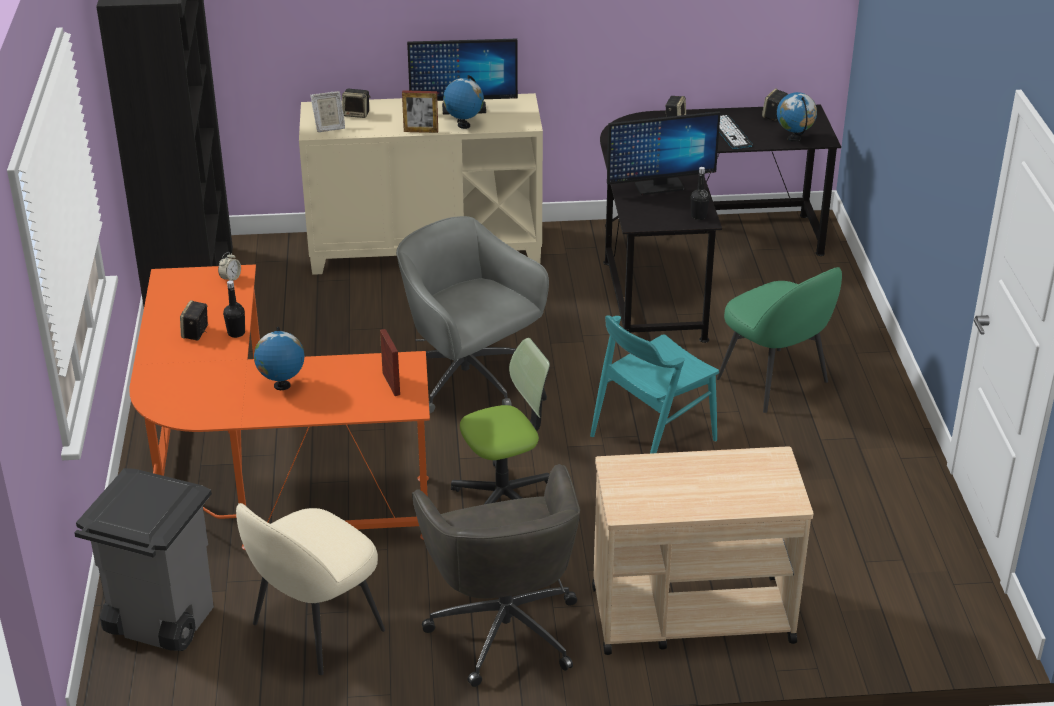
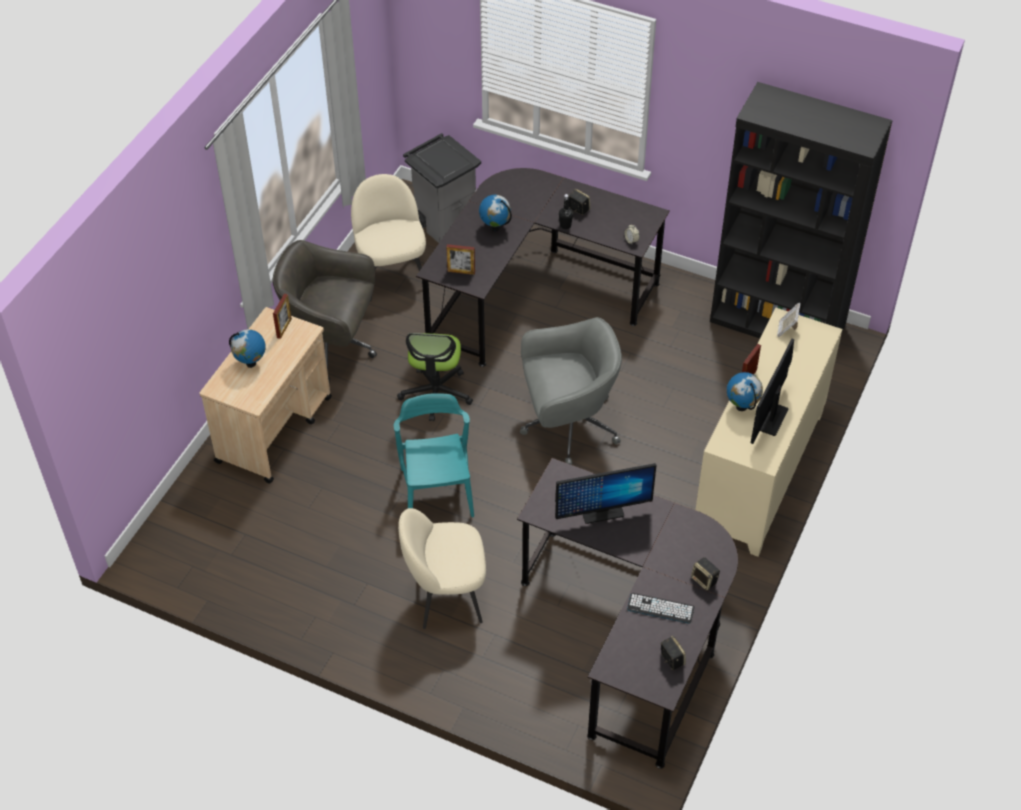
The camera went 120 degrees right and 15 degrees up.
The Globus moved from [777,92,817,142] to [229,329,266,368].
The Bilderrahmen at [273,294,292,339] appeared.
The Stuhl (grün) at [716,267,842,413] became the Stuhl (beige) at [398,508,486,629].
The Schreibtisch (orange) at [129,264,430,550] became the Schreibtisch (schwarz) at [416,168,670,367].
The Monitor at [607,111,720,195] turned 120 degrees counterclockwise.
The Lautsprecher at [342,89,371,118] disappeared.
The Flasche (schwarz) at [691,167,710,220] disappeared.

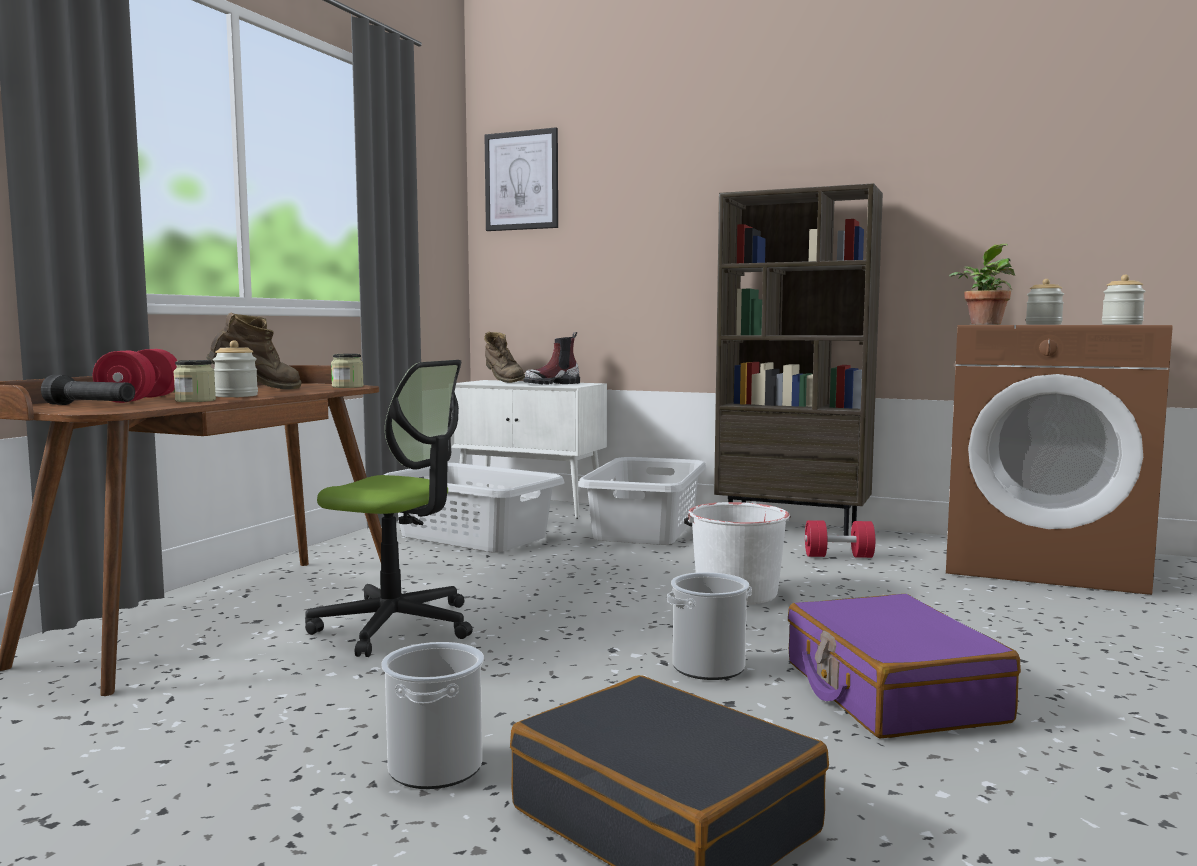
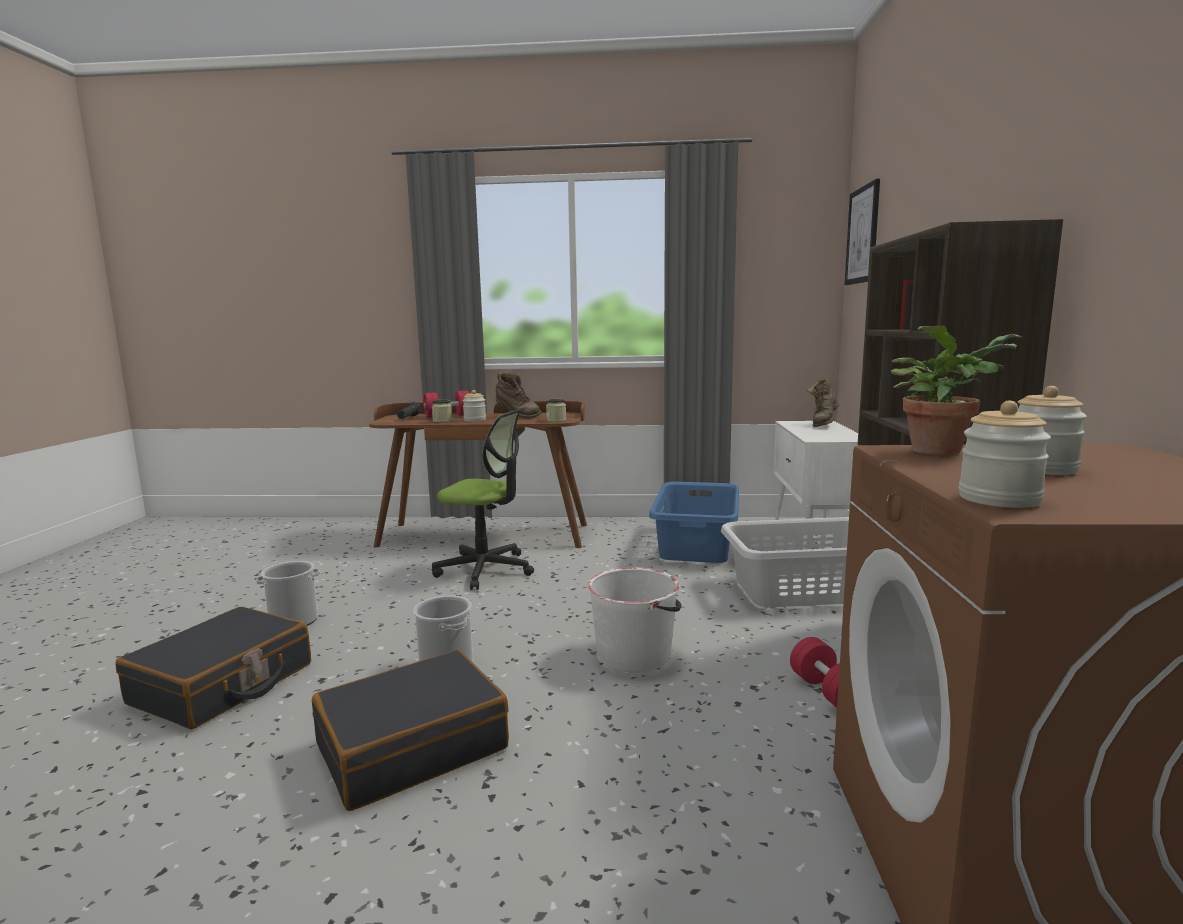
The camera went 70 degrees right and 5 degrees up.
The Koffer (lila) at [788,594,1021,738] became the Koffer (schwarz) at [311,650,509,811].
The Bürostuhl at [305,360,473,657] turned 75 degrees counterclockwise.
The Wäschekorb (grau) at [384,463,565,553] became the Wäschekorb (blau) at [649,482,739,563].
The Stiefel at [523,332,580,385] disappeared.

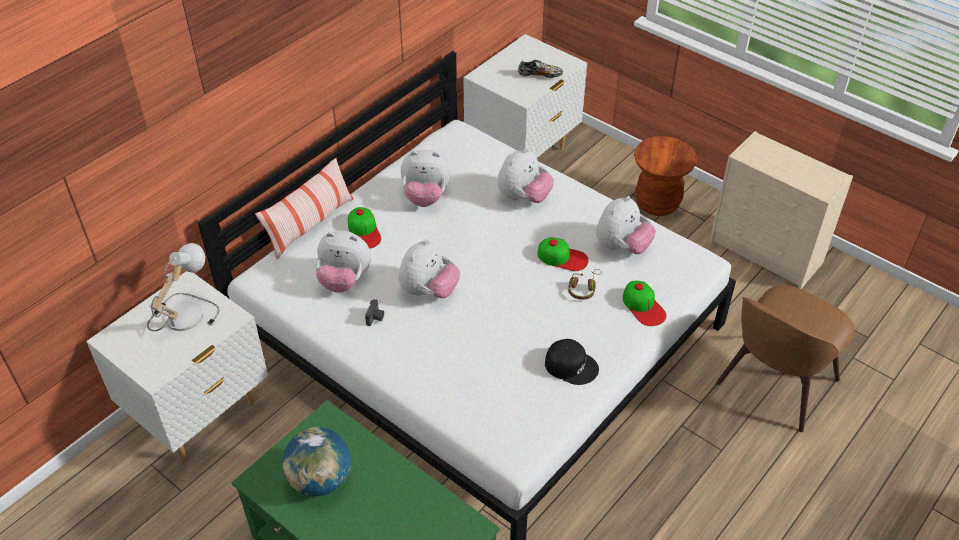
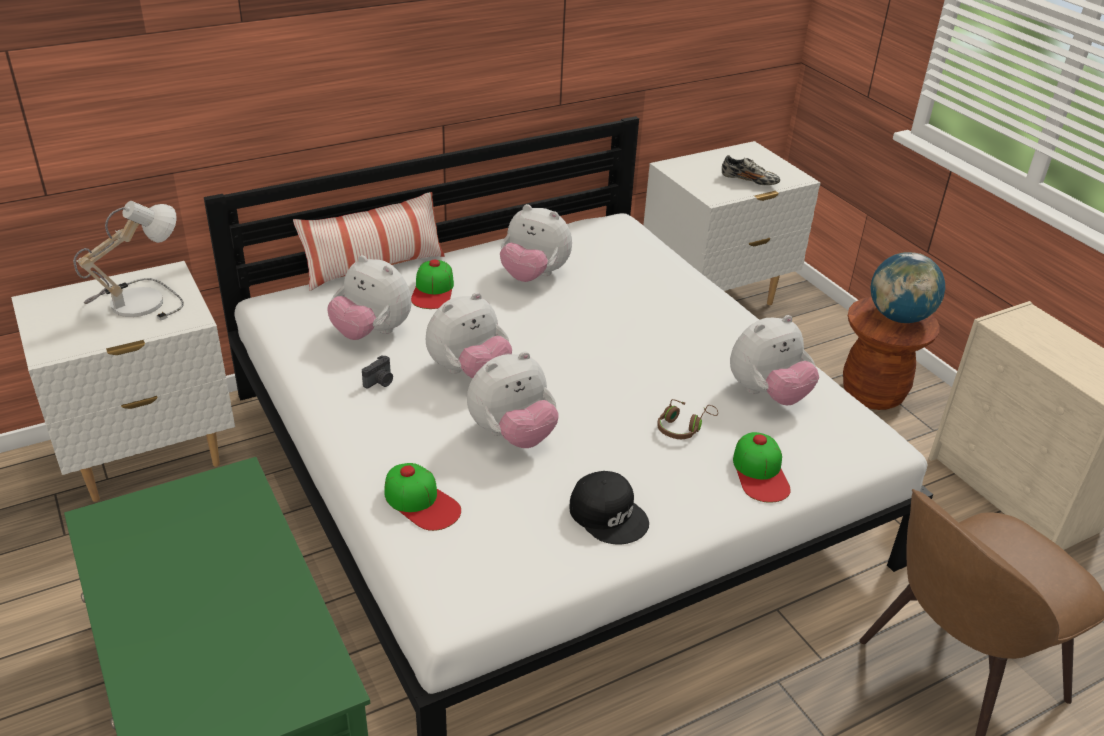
The camera went 20 degrees right and 10 degrees down.
The Kappe moved from [537,237,589,271] to [385,463,461,531].
The Plüschtier moved from [497,148,554,203] to [467,352,559,448].
The Globus moved from [282,427,351,496] to [870,252,945,323].

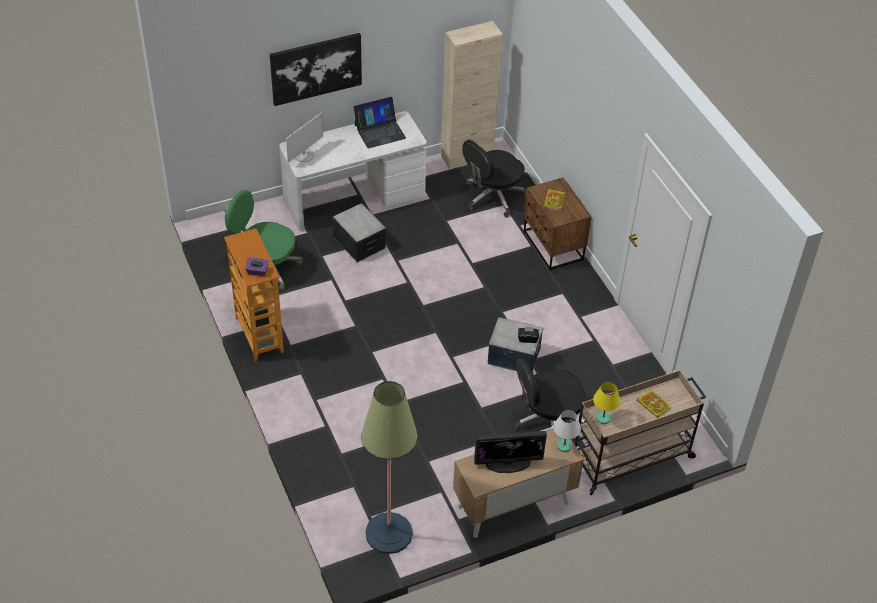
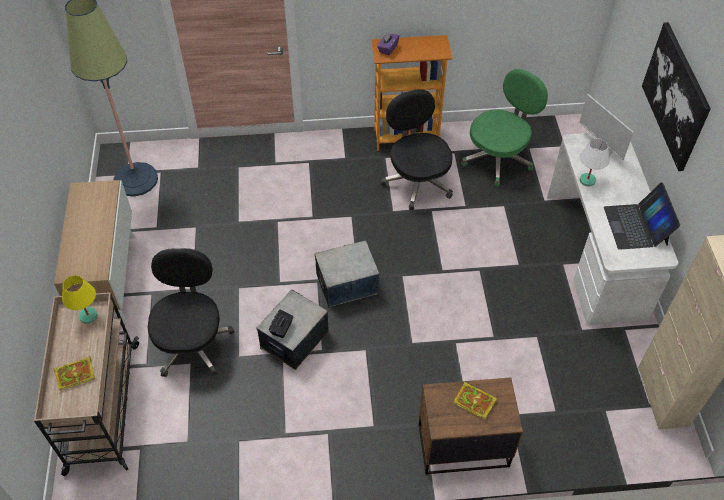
The camera went 110 degrees right and 5 degrees up.
The Aufbewahrungsbox moved from [333,203,386,262] to [314,241,380,307].
The Bürostuhl (schwarz) moved from [462,140,527,218] to [381,89,453,210].
The Tischlampe (weiß) moved from [553,410,581,452] to [580,138,610,186].
The Monitor at [474,431,547,473] disappeared.

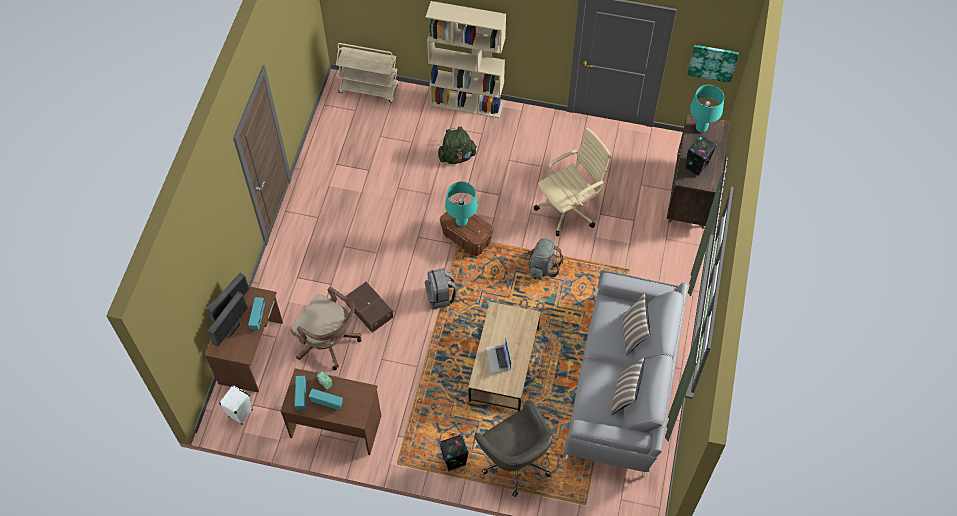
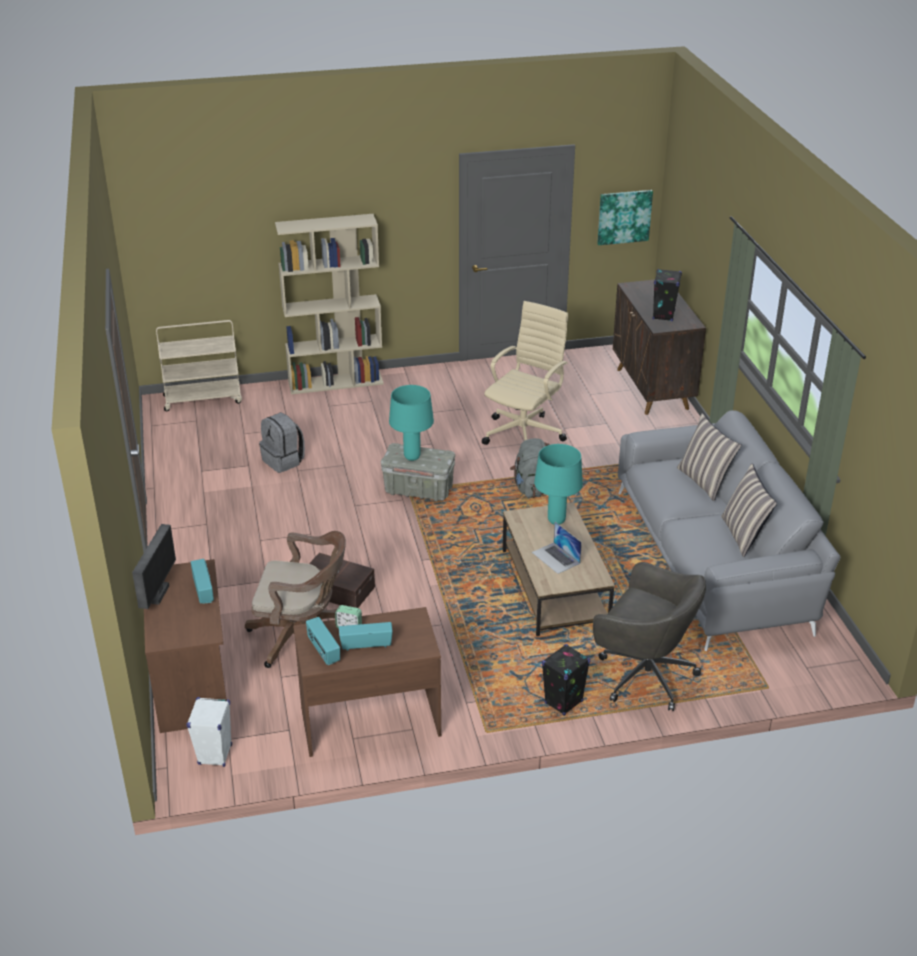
The camera went 25 degrees left and 25 degrees down.
The Rucksack (grau) moved from [425,268,456,309] to [259,412,305,473].
The Aufbewahrungsbox (braun) at [440,202,493,256] became the Aufbewahrungsbox (grau) at [381,443,455,501].
The Tischlampe (türkis) moved from [690,85,724,133] to [534,444,583,525].
The Monitor at [208,292,248,347] disappeared.
The Rucksack (grün) at [438,126,477,164] disappeared.

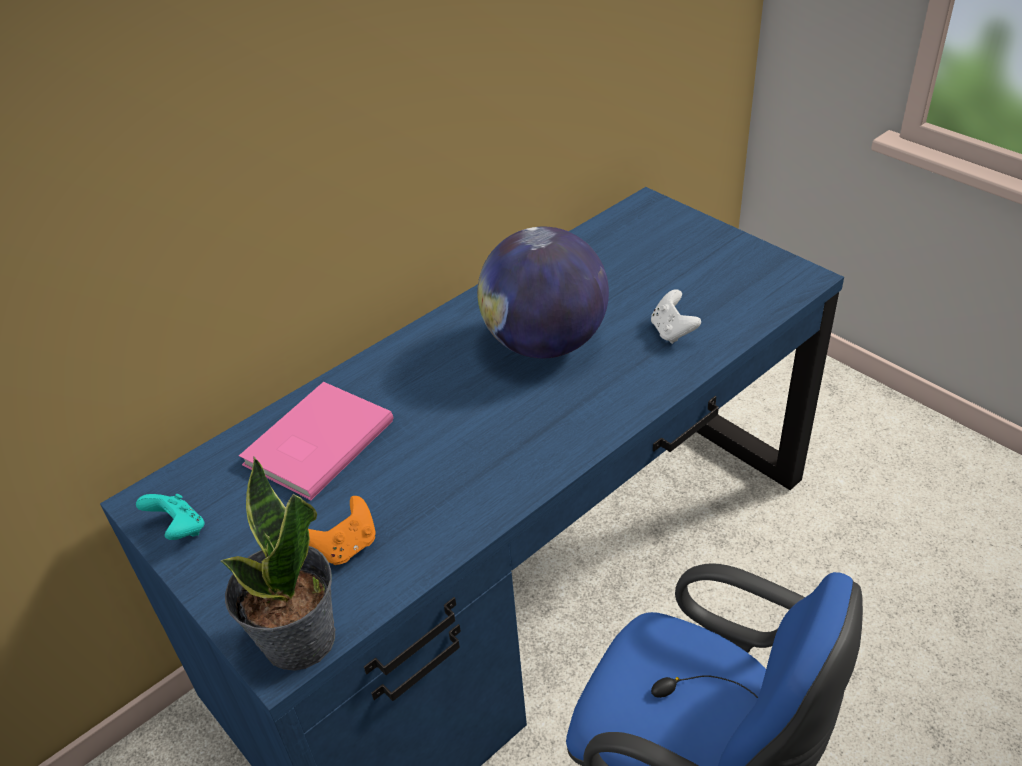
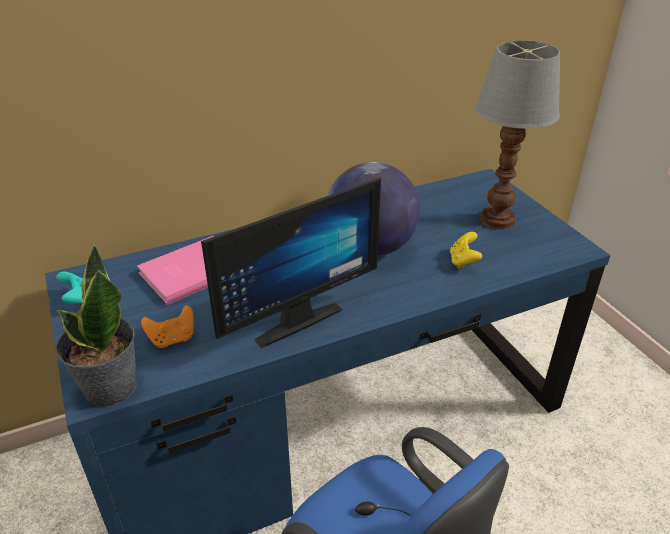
The camera went 15 degrees right and 5 degrees down.
The Monitor at [201,177,381,348] appeared.
The Gamepad (weiß) at [651,289,701,344] became the Gamepad (gelb) at [450,232,482,269].
The Tischlampe at [475,40,560,229] appeared.

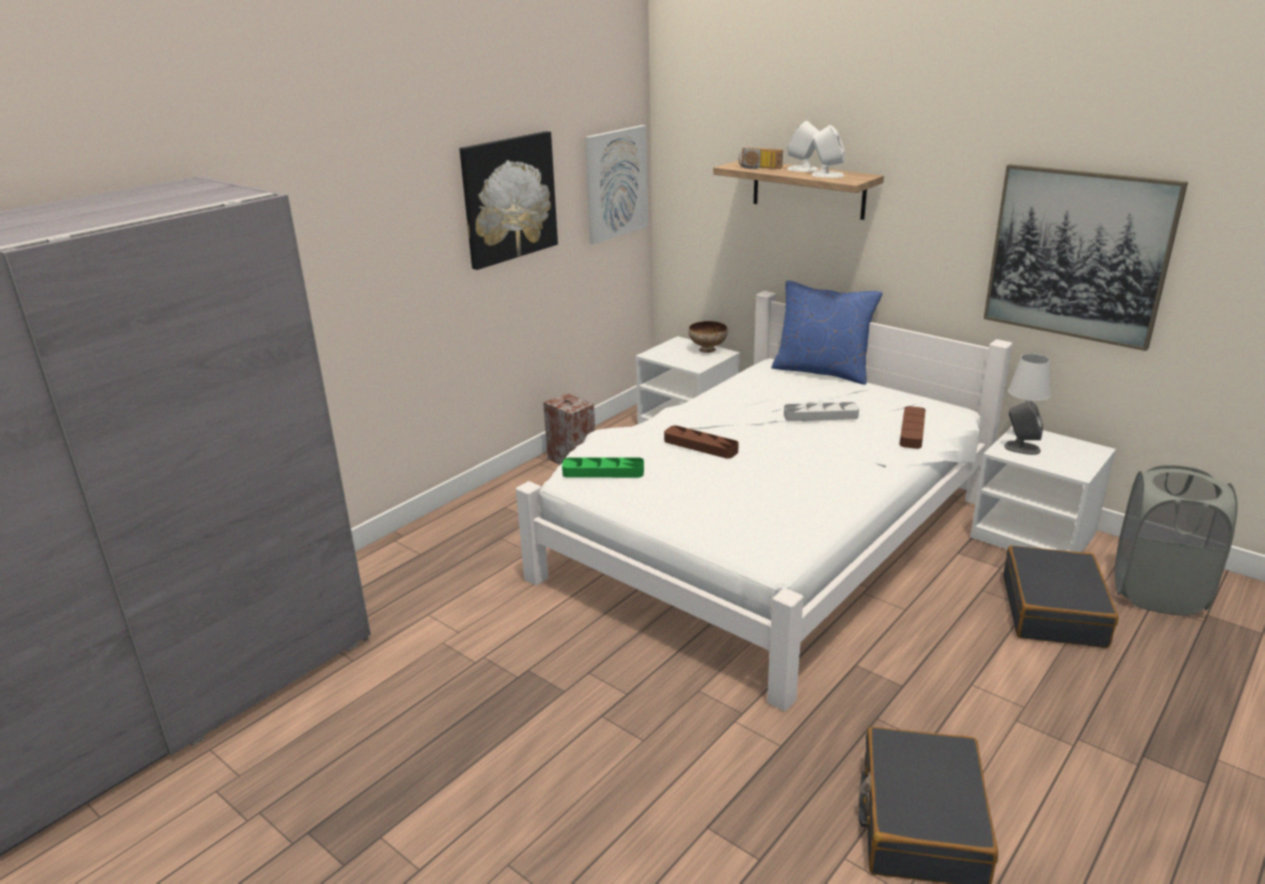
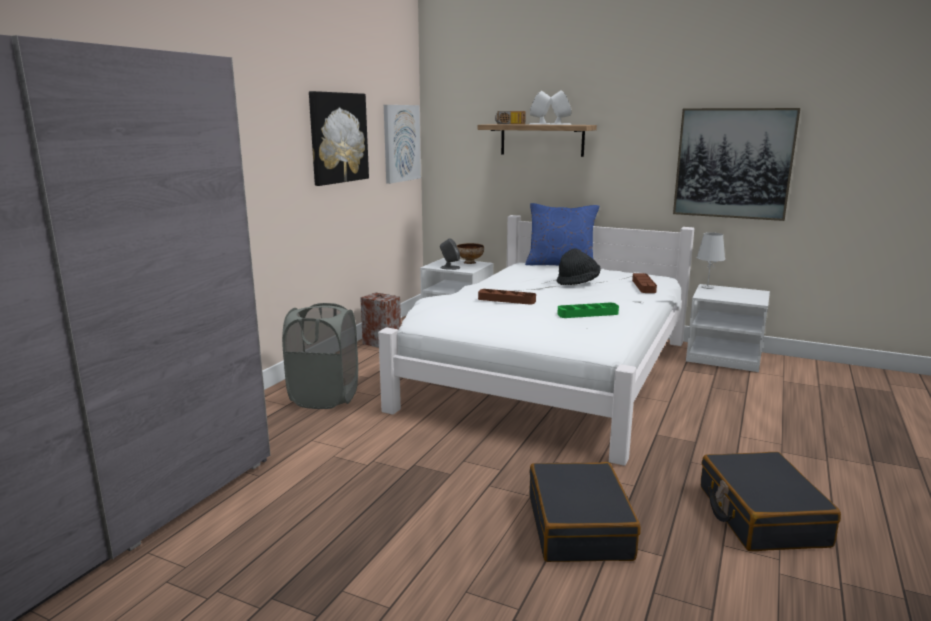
The camera went 15 degrees left and 10 degrees down.
The Wäschekorb (grau) moved from [1115,465,1238,616] to [282,303,358,409].
The Lautsprecher (grau) moved from [1004,401,1043,455] to [440,238,460,270].
The Koffer (schwarz) moved from [1003,546,1118,648] to [529,462,641,562].
The Tablett (grau) at [784,402,859,421] was replaced by the Hut (schwarz) at [557,248,600,285].
The Tablett (grün) moved from [562,457,644,478] to [557,303,619,318].

